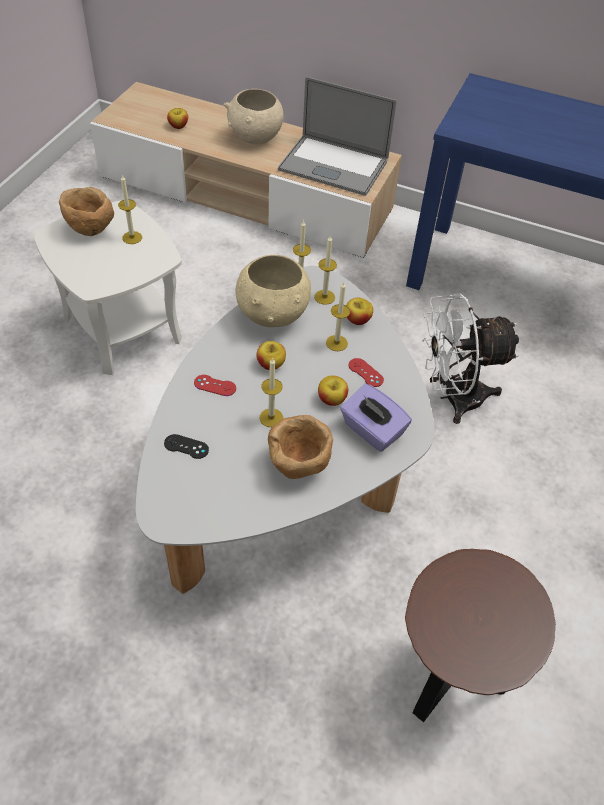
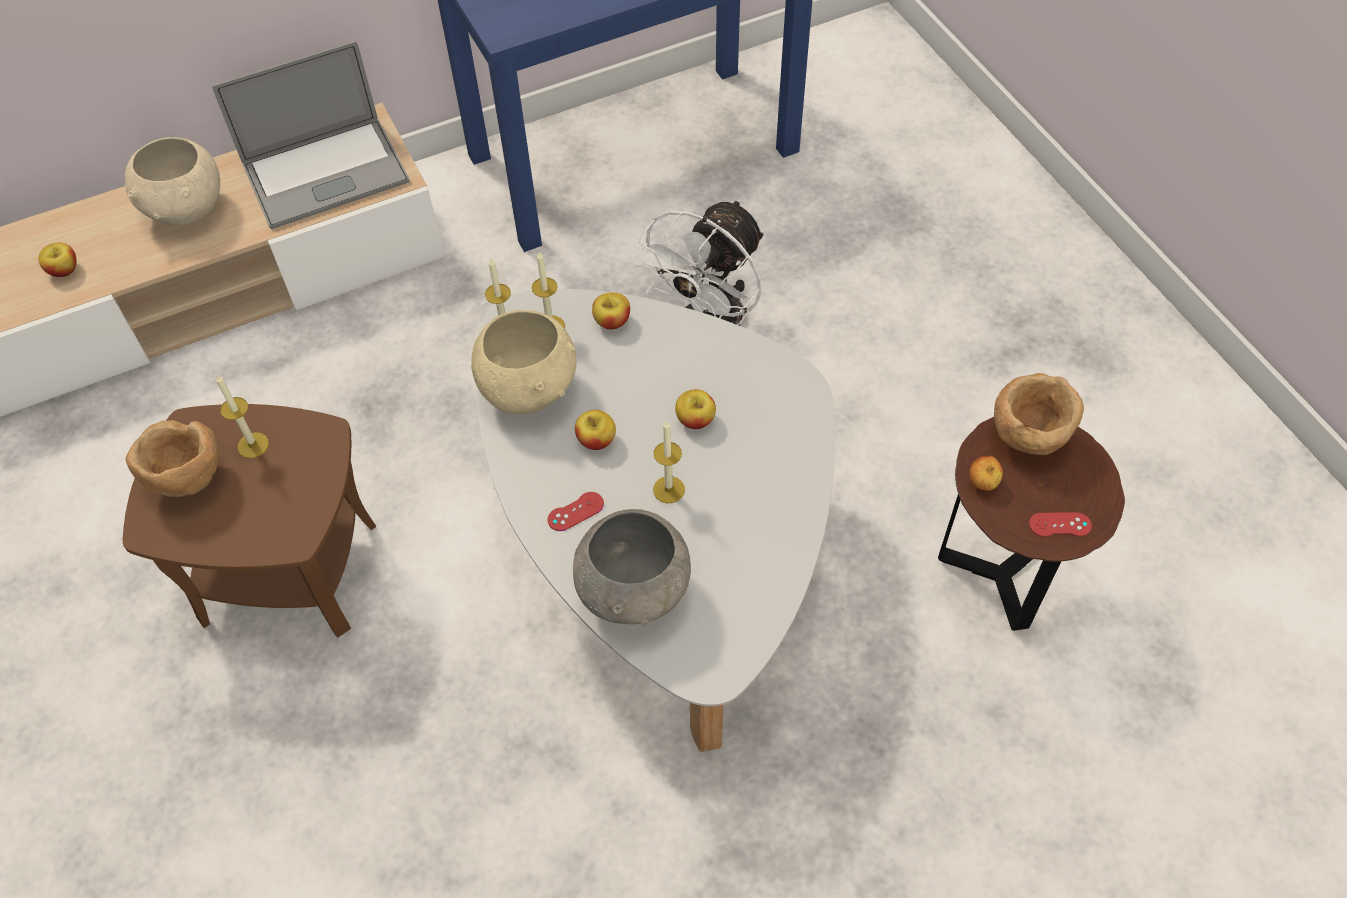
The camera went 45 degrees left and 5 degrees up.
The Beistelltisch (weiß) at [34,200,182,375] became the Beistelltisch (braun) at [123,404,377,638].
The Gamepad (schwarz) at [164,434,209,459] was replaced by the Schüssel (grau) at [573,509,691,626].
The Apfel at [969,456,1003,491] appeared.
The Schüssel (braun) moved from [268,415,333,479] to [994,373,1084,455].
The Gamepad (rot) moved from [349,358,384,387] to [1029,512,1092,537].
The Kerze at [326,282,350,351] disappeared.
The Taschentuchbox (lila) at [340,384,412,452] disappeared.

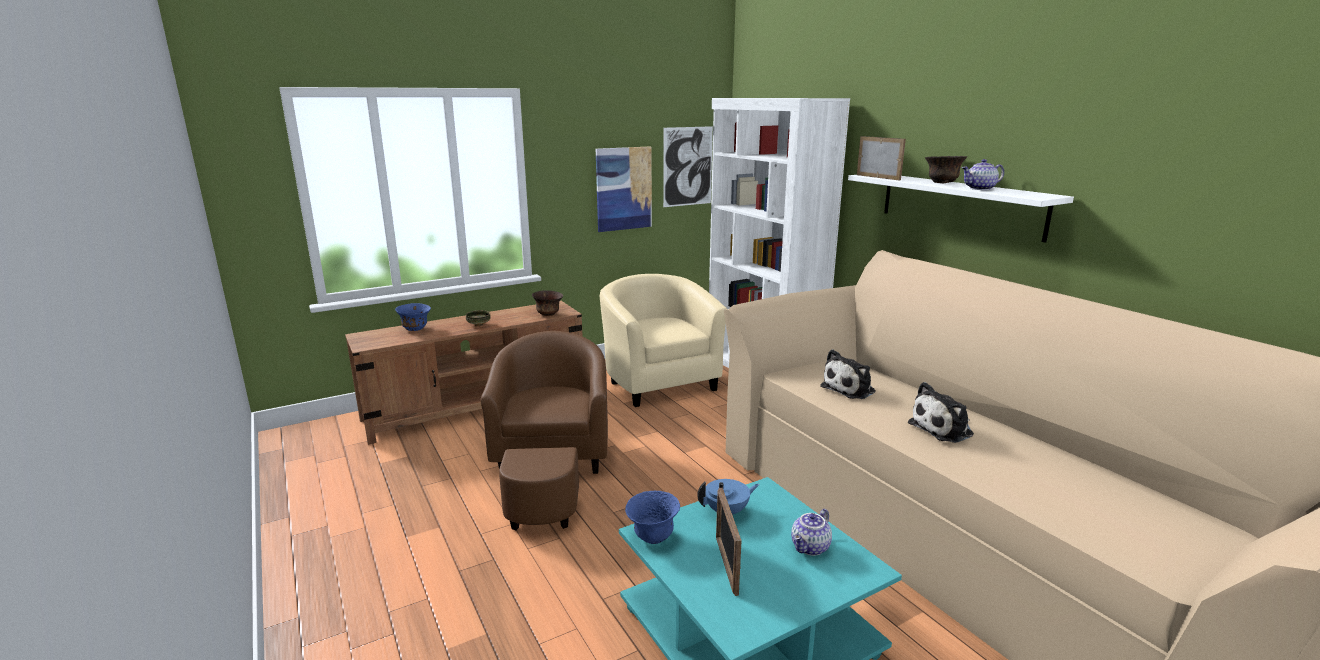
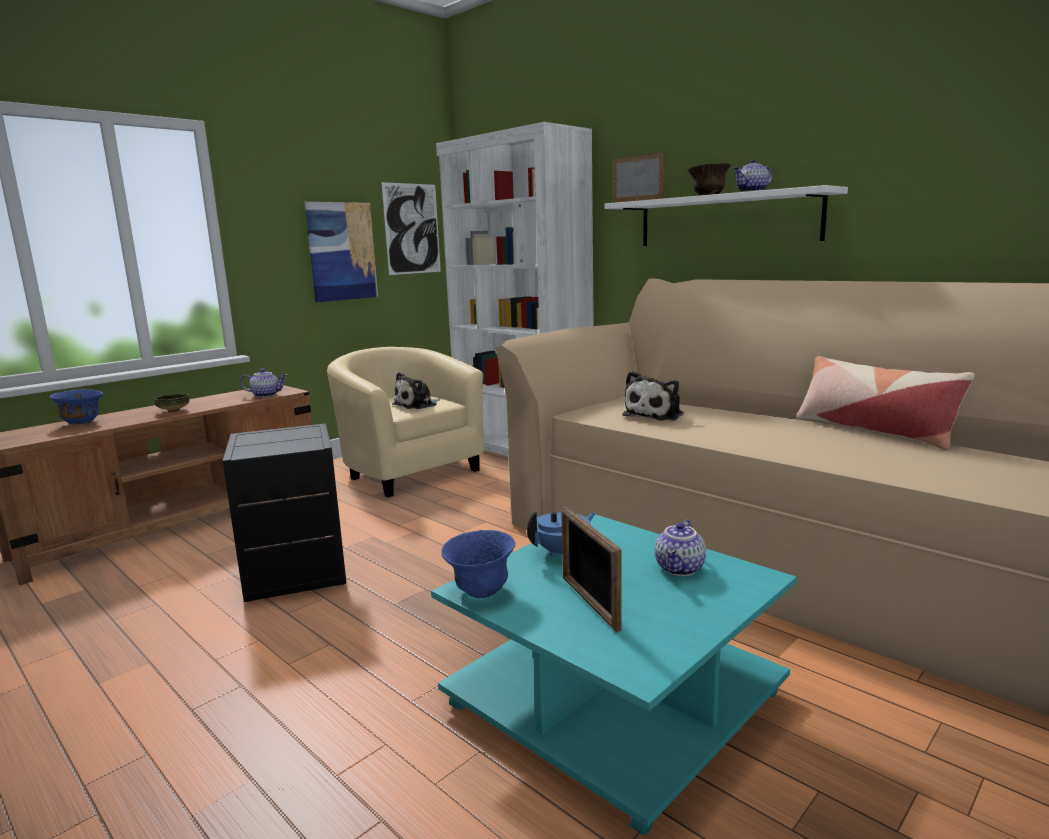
The camera went 15 degrees left and 5 degrees down.
The Sessel (braun) at [481,331,608,530] was replaced by the Beistelltisch (schwarz) at [223,423,346,602].
The Schüssel (braun) at [532,290,563,316] was replaced by the Teekanne at [240,369,287,397].
The Plüschtier moved from [908,382,974,443] to [392,372,441,409].
The Kissen at [796,356,975,450] appeared.

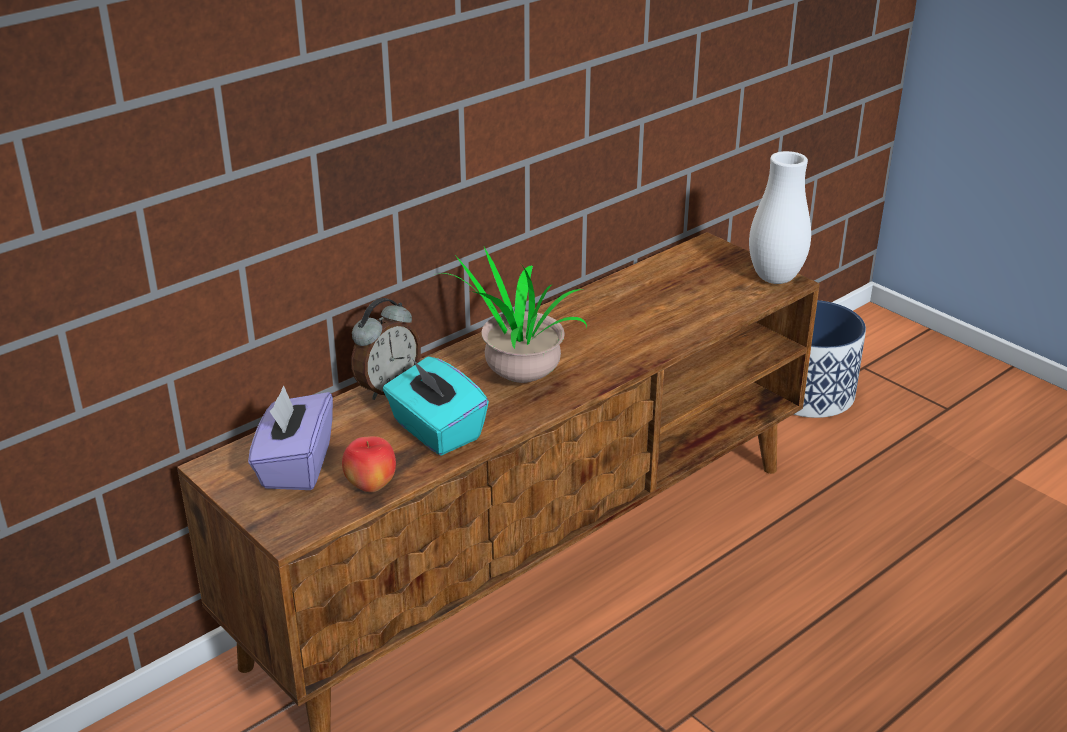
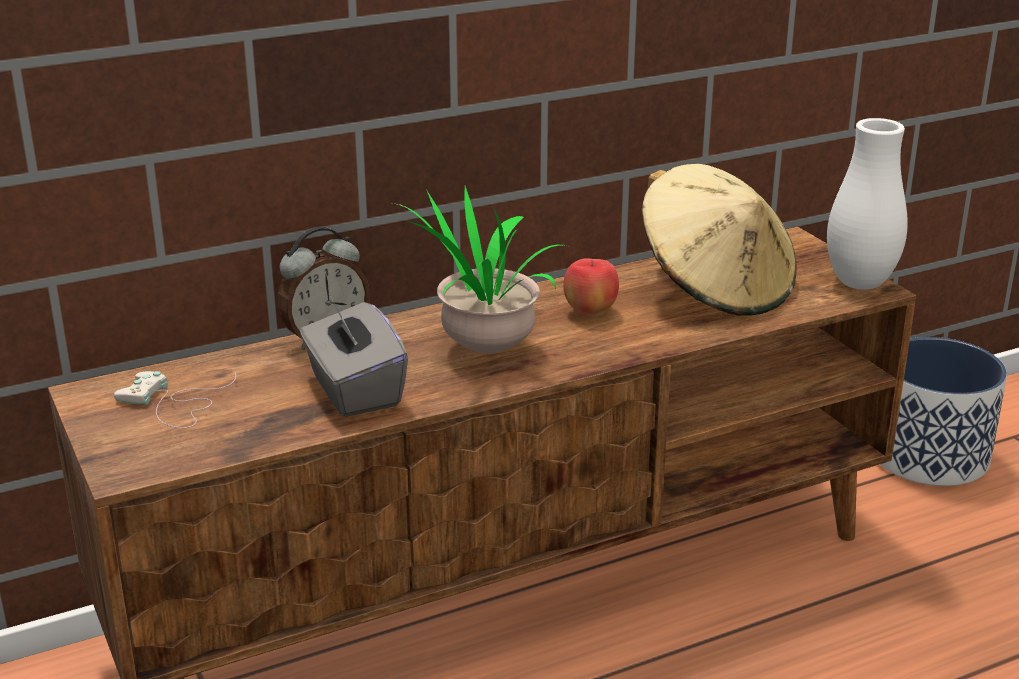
The camera went 15 degrees right and 5 degrees down.
The Taschentuchbox (lila) at [248,385,333,490] was replaced by the Gamepad (weiß) at [114,371,236,428].
The Taschentuchbox (türkis) at [383,356,489,456] became the Taschentuchbox (grau) at [300,297,408,417].
The Apfel moved from [342,436,396,492] to [563,258,619,317].
The Hut (beige) at [642,164,797,316] appeared.

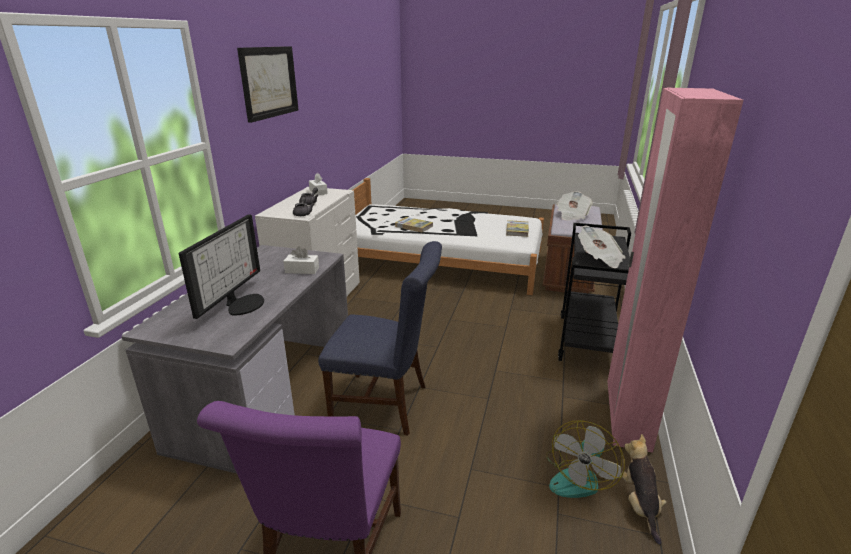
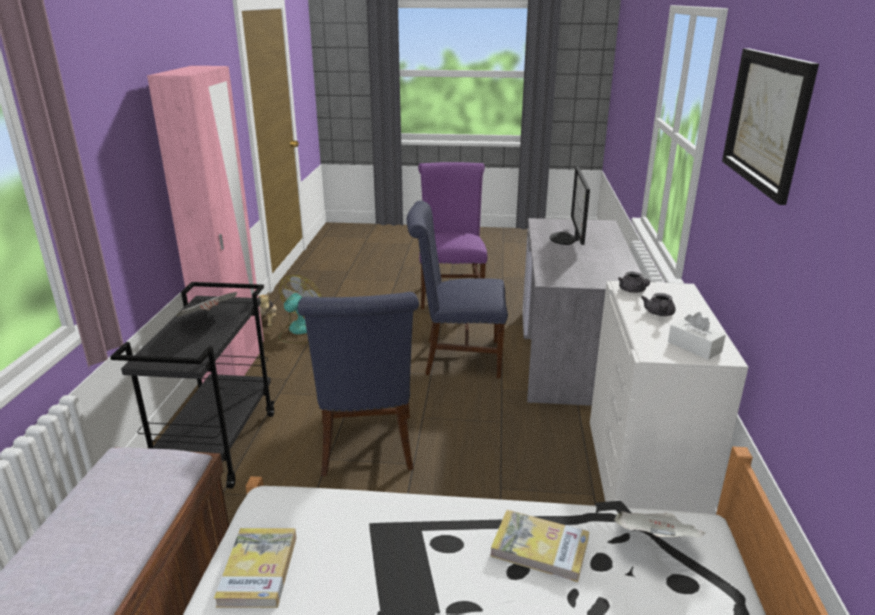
The camera went 170 degrees right and 0 degrees up.
The Stuhl (blau) at [297,292,419,477] appeared.
The Zeitung moved from [557,191,593,221] to [614,511,705,538].
The Taschentuchbox (weiß) at [283,246,319,274] disappeared.

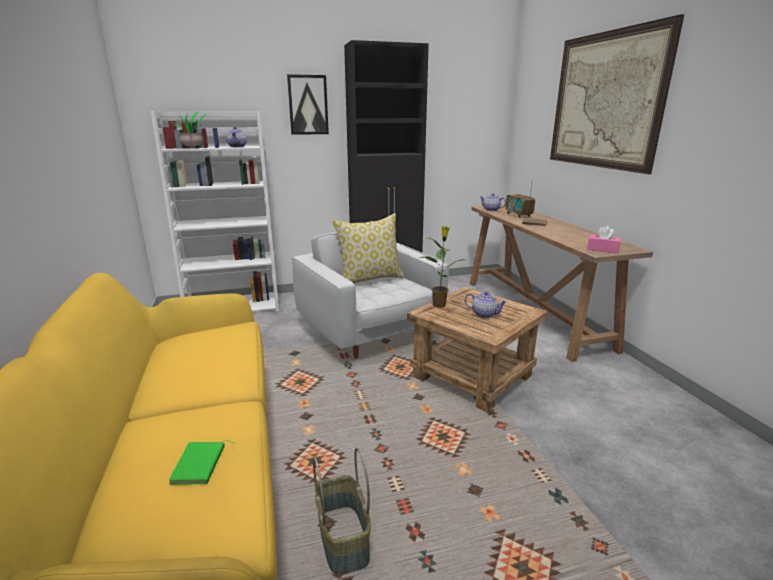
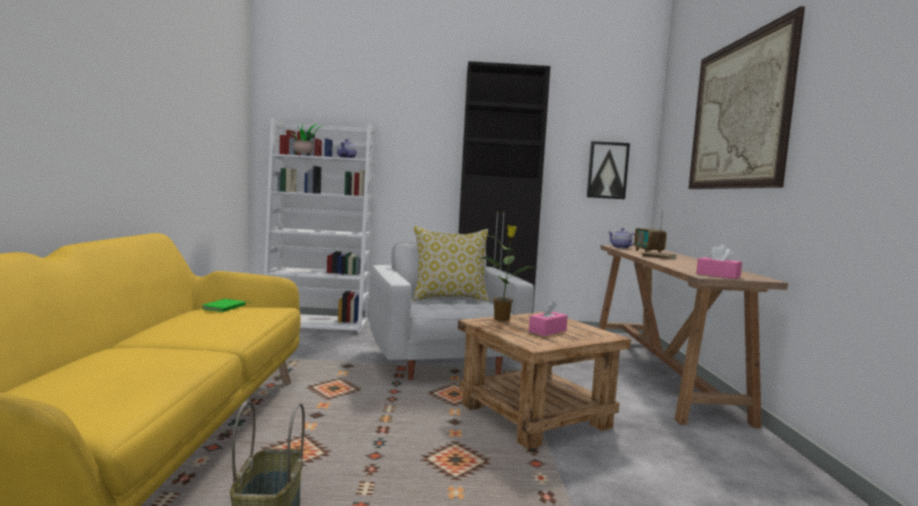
The camera went 15 degrees right and 15 degrees down.
The Buch (grün) moved from [169,440,234,485] to [202,299,249,312].
The Teekanne at [465,291,508,318] was replaced by the Taschentuchbox (rosa) at [529,300,568,336].
The Bild moved from [287,74,329,135] to [587,141,630,199].

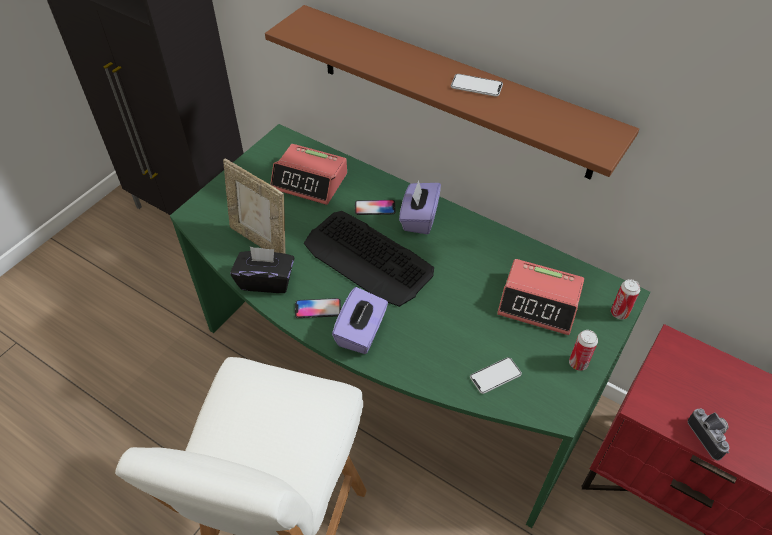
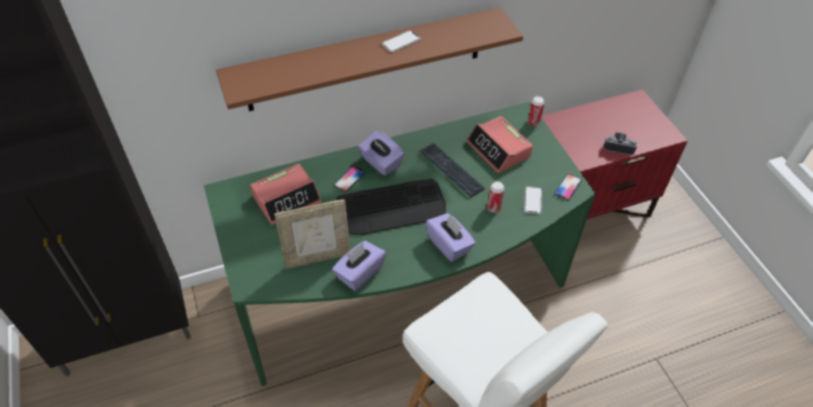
The camera went 55 degrees left and 0 degrees up.
The Taschentuchbox (schwarz) at [230,246,294,293] became the Taschentuchbox (lila) at [332,241,386,291].
The Tastatur at [419,143,485,197] appeared.
The Wecker at [497,259,584,335] turned 90 degrees clockwise.
The Dose moved from [569,330,598,371] to [487,181,505,213].
The Handy moved from [295,298,341,318] to [554,174,582,201].

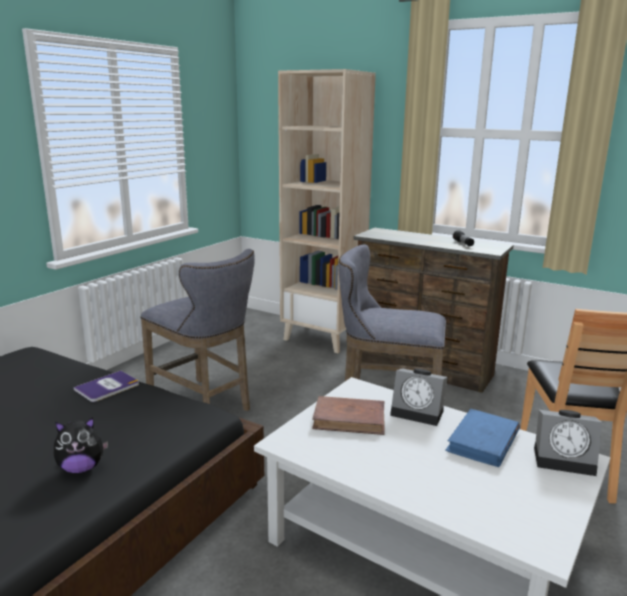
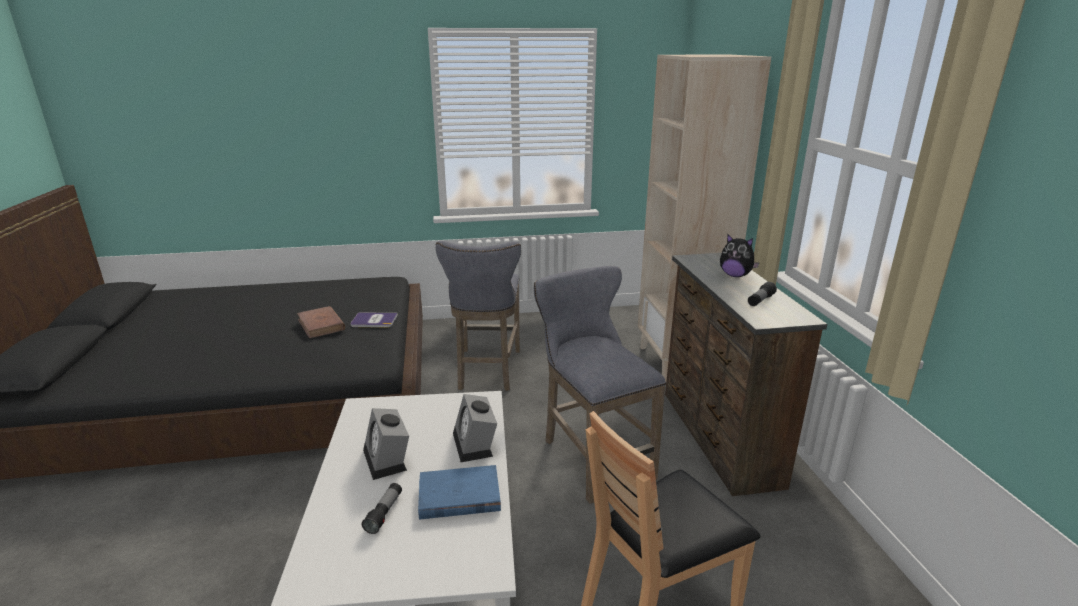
The camera went 50 degrees right and 5 degrees up.
The Buch (braun) moved from [312,396,385,435] to [297,306,345,338].
The Taschenlampe at [362,483,402,534] appeared.
The Wecker moved from [534,410,602,476] to [363,408,409,480].
The Plüschtier moved from [54,417,108,473] to [720,235,759,277].

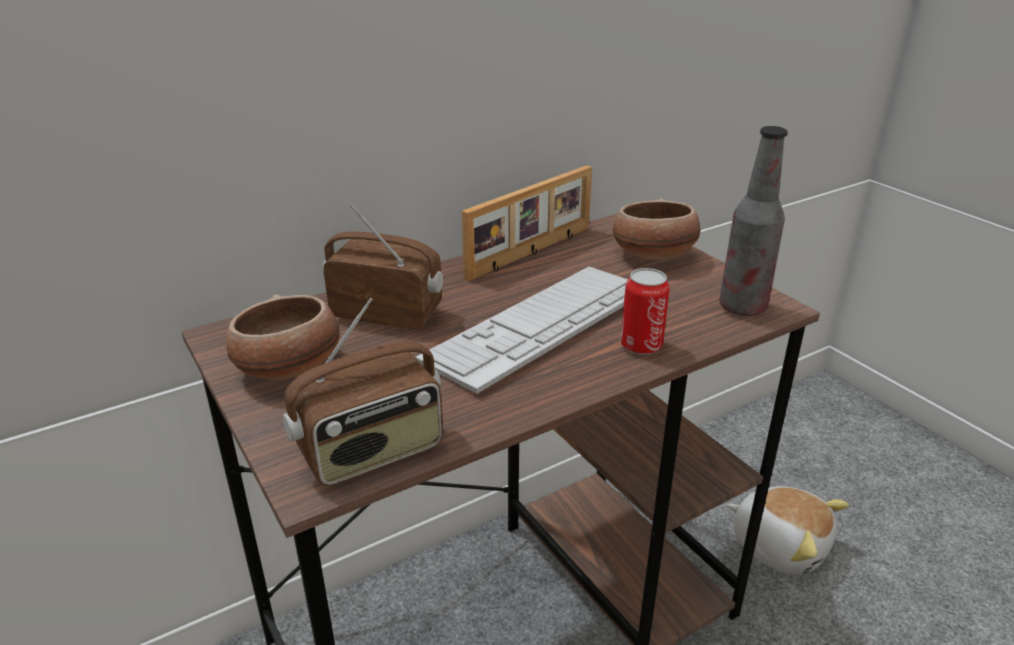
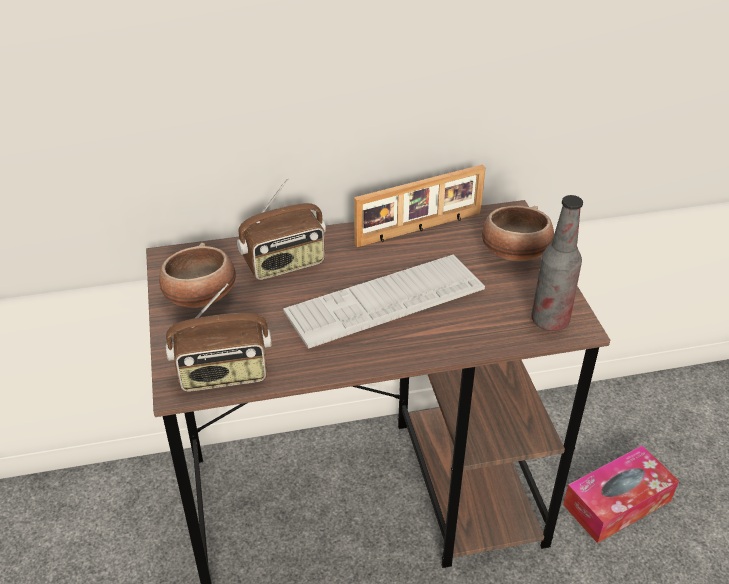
The camera went 20 degrees right and 10 degrees up.
The Radio at [322,204,443,329] turned 120 degrees clockwise.
The Plüschtier at [727,486,849,576] was replaced by the Taschentuchbox at [563,445,679,543].
The Dose at [620,268,669,355] disappeared.

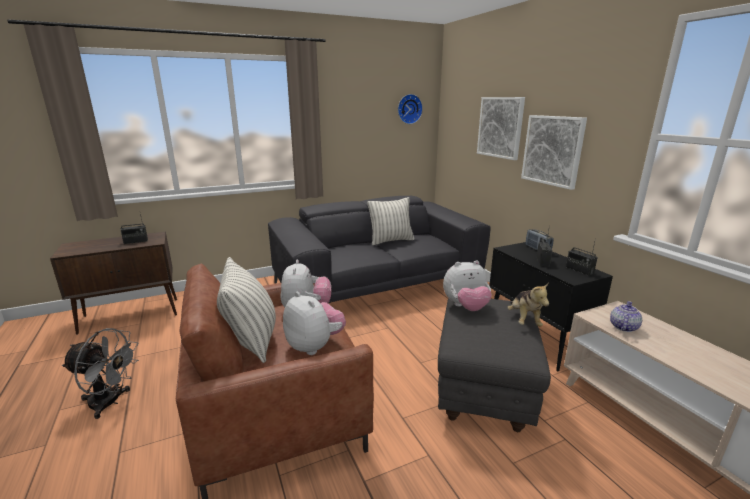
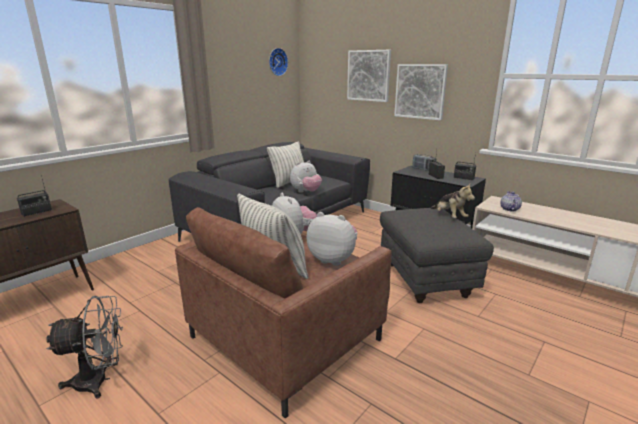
The camera went 25 degrees left and 0 degrees up.
The Plüschtier moved from [443,260,492,311] to [290,161,322,192].

